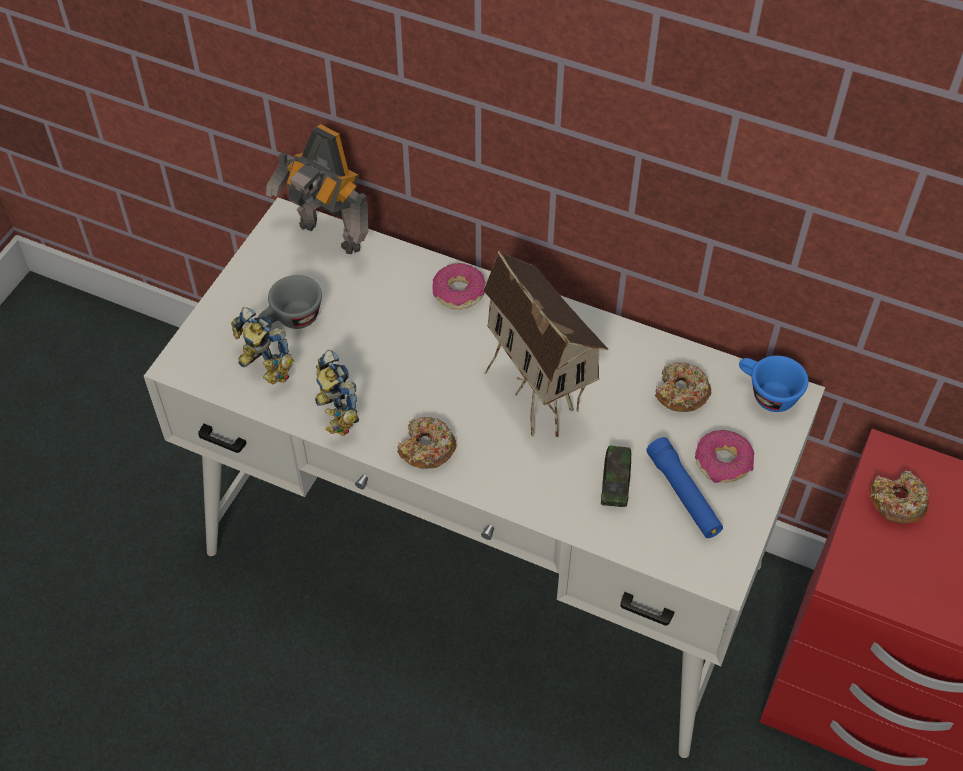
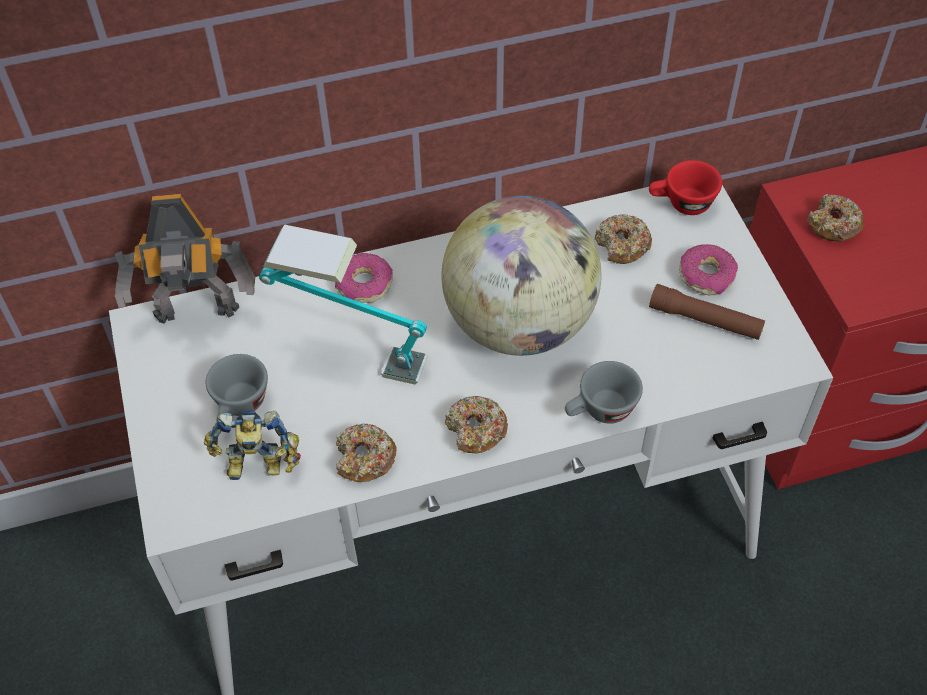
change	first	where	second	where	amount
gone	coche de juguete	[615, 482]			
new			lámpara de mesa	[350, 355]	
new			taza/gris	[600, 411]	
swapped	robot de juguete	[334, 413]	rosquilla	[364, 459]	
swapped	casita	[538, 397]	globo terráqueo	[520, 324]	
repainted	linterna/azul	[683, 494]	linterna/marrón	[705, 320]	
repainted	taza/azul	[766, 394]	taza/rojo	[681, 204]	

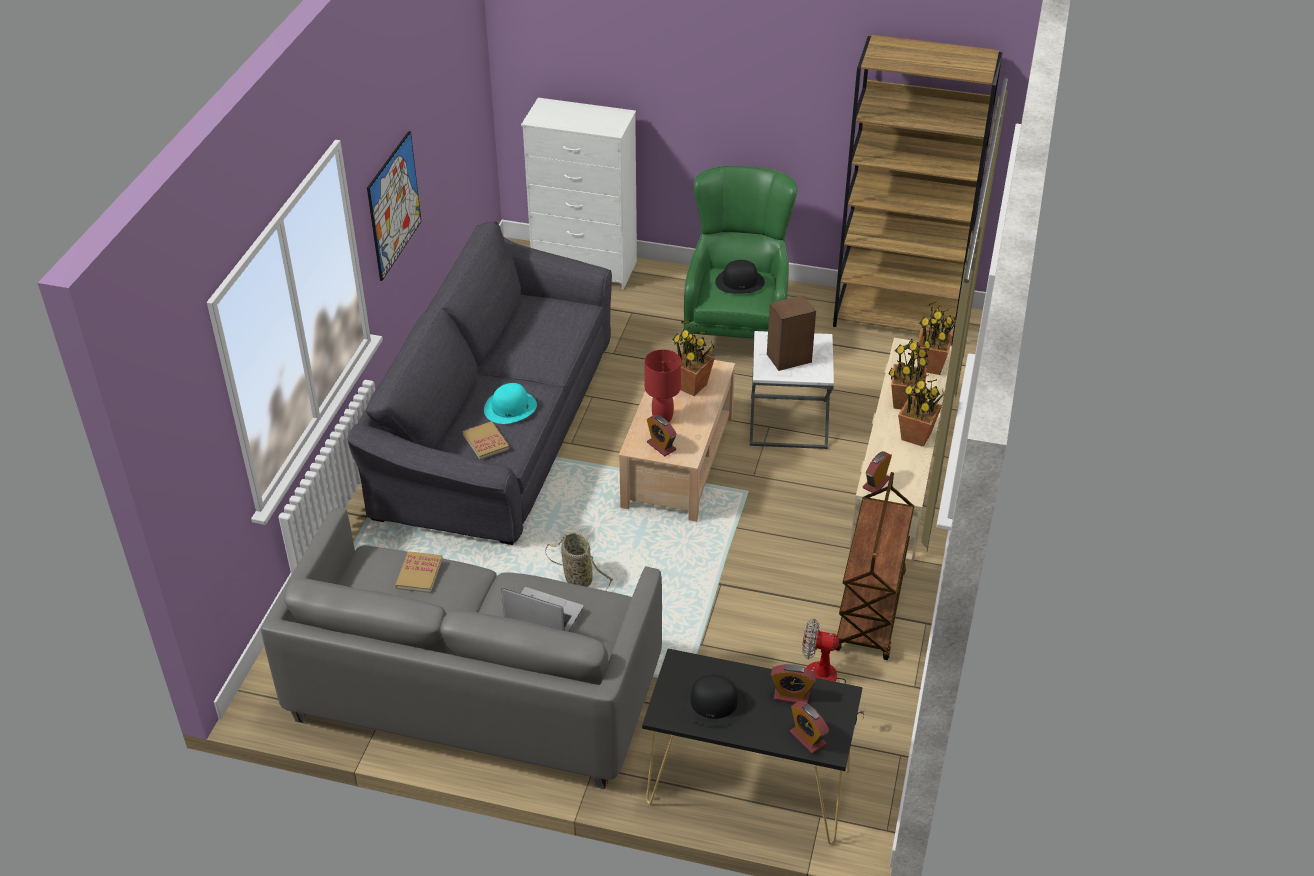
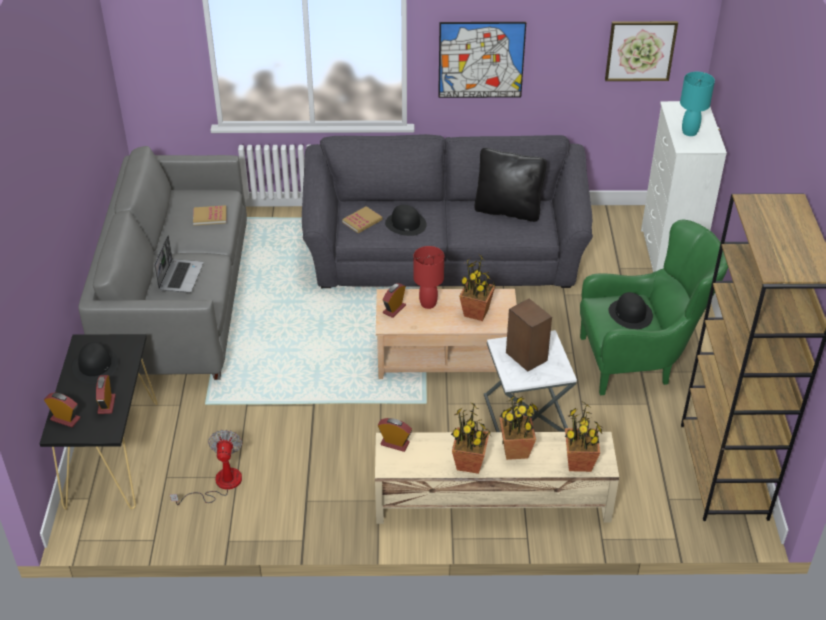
change	first	where	second	where	amount
gone	cesta	[576, 578]			
gone	carrito/marrón	[871, 612]			
new			cojín/negro	[508, 210]	
new			cuadro	[640, 50]	
new			lámpara de mesa/turquesa	[689, 132]	
repainted	sombrero/turquesa	[510, 407]	sombrero/negro	[405, 224]	
rotated	despertador	[807, 738]		[65, 419]	75 degrees clockwise

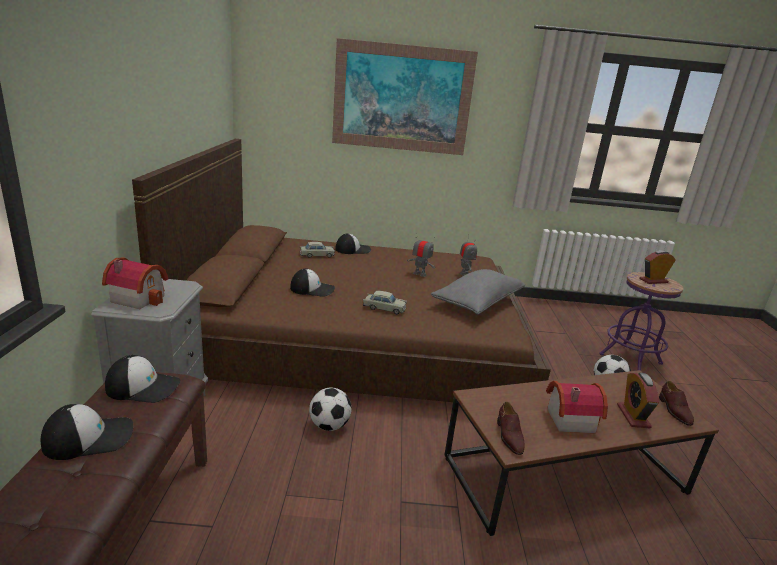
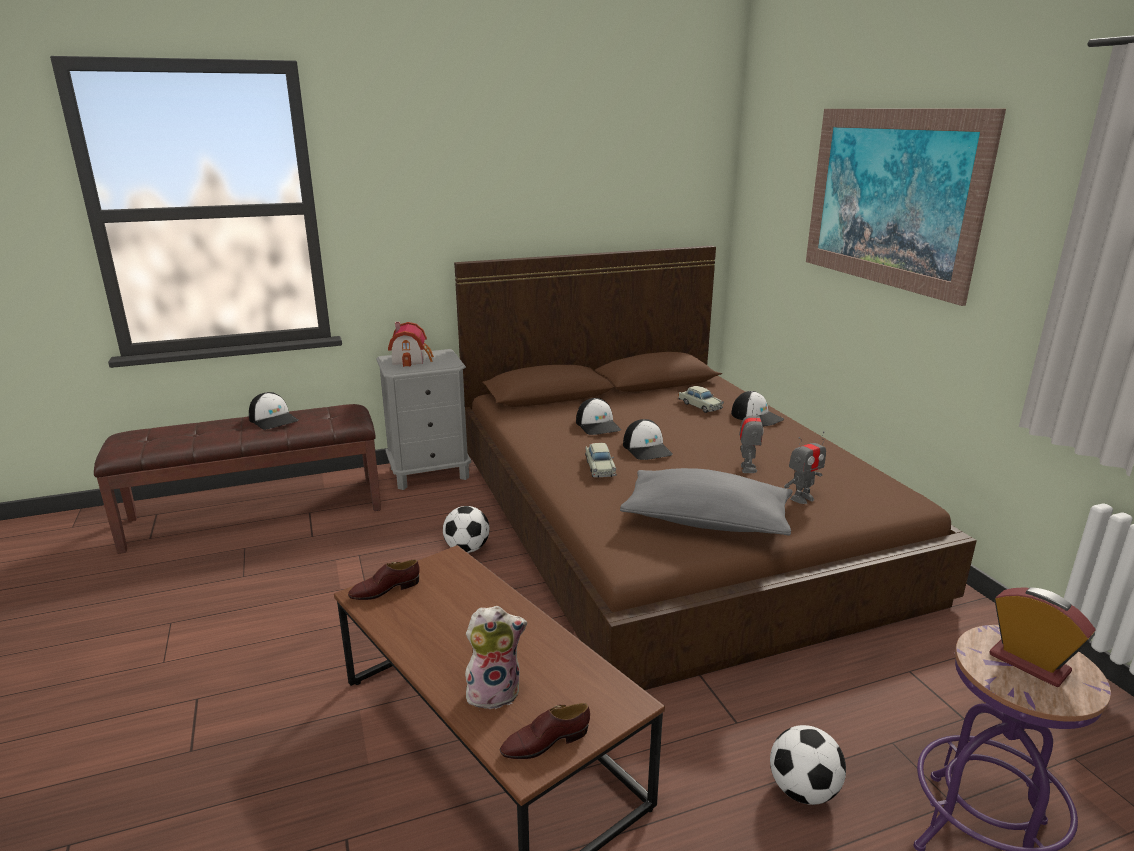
change	first	where	second	where	amount
gone	casita	[568, 418]			
shifted	gorra	[143, 387]		[647, 449]	
swapped	despertador	[633, 416]	peluche	[494, 692]	

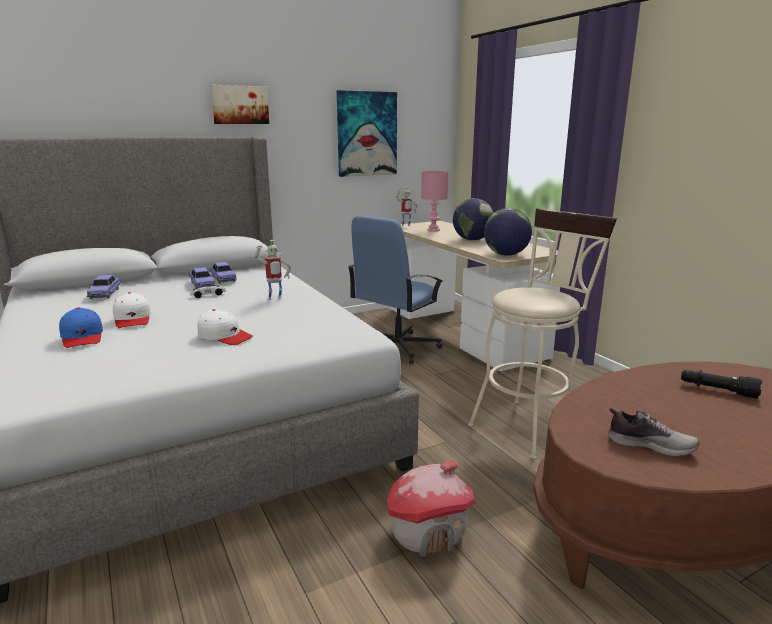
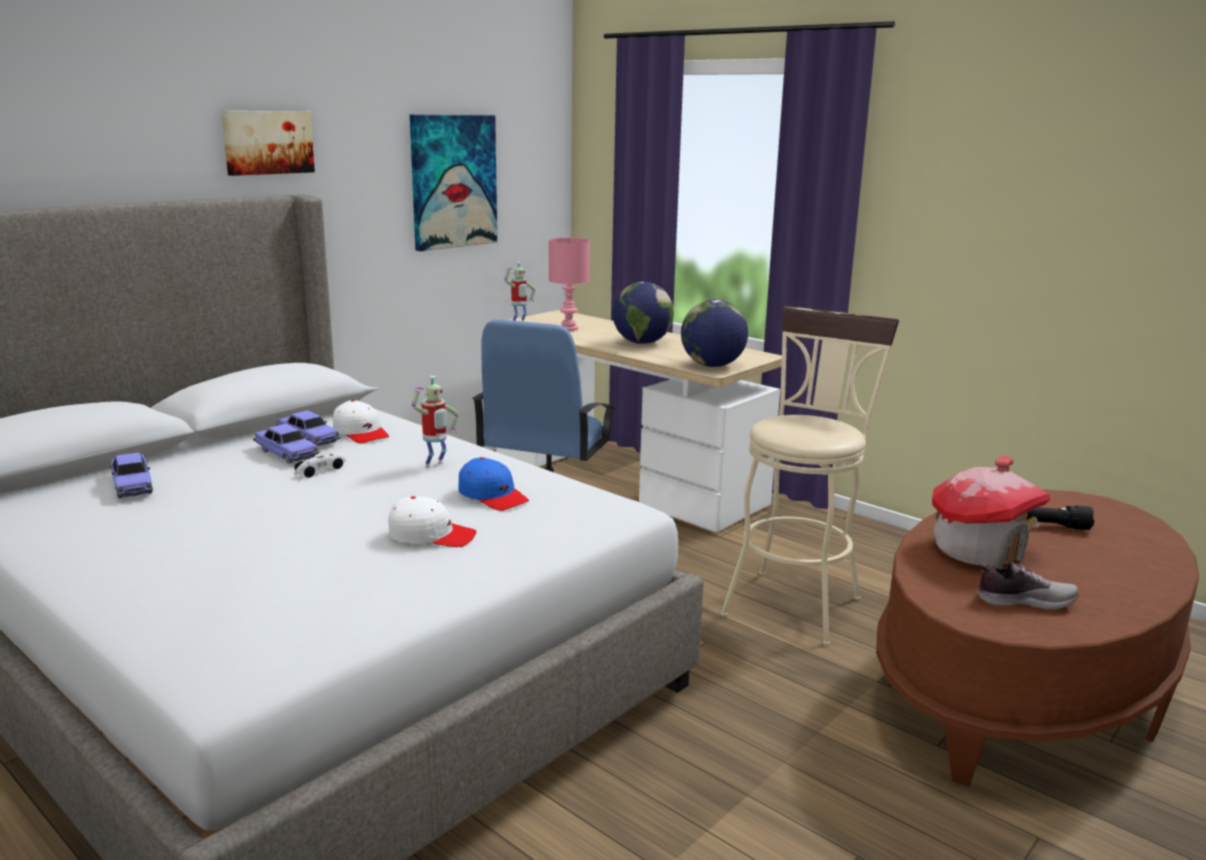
change	first	where	second	where	amount
shifted	gorra/azul	[82, 337]		[493, 496]	
shifted	gorra/blanco	[133, 319]		[361, 433]	
shifted	casita	[428, 532]		[979, 550]	

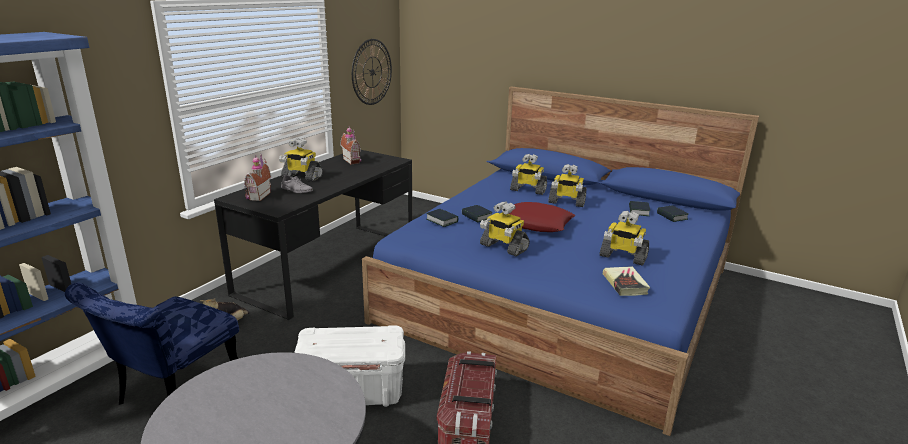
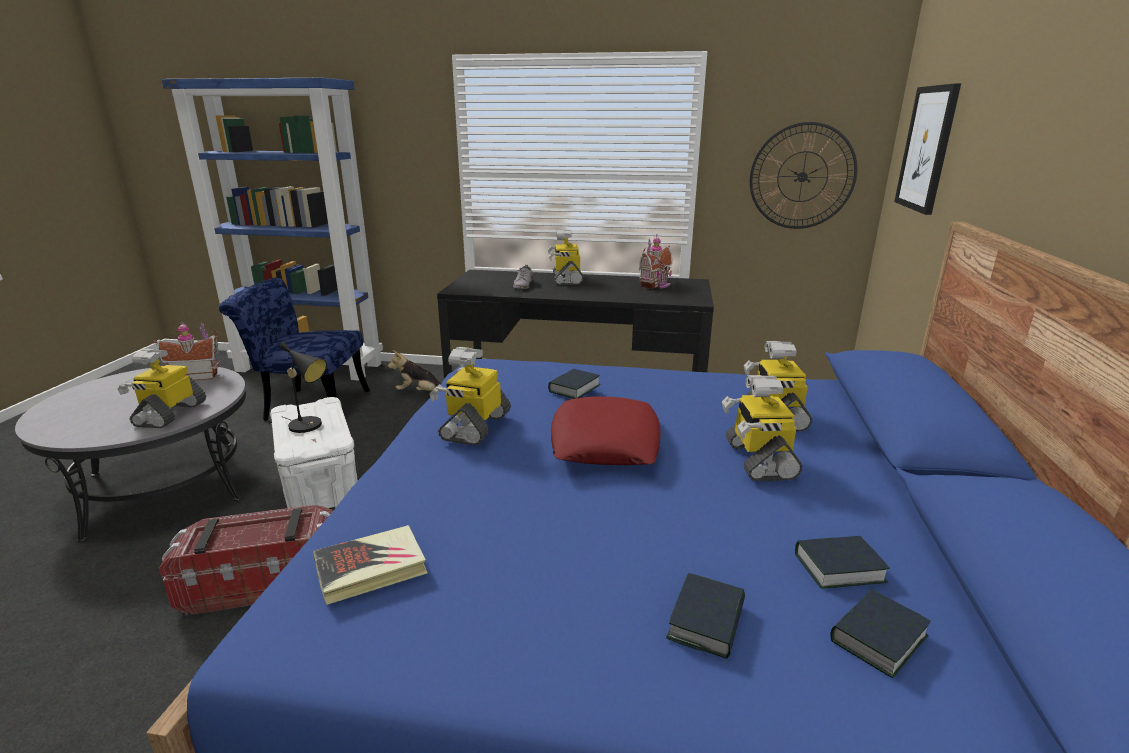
change	first	where	second	where	amount
new			lámpara de mesa/negro	[309, 426]	
new			cuadro	[927, 149]	
shifted	casita	[257, 196]		[197, 376]	
shifted	libro	[442, 220]		[706, 621]	
shifted	robot de juguete	[622, 257]		[170, 414]	

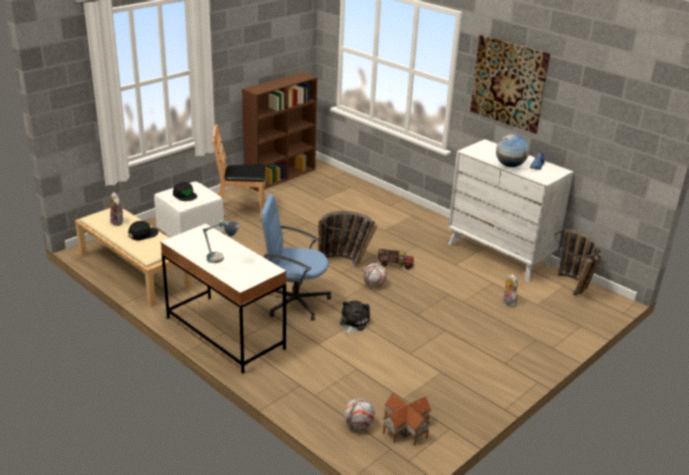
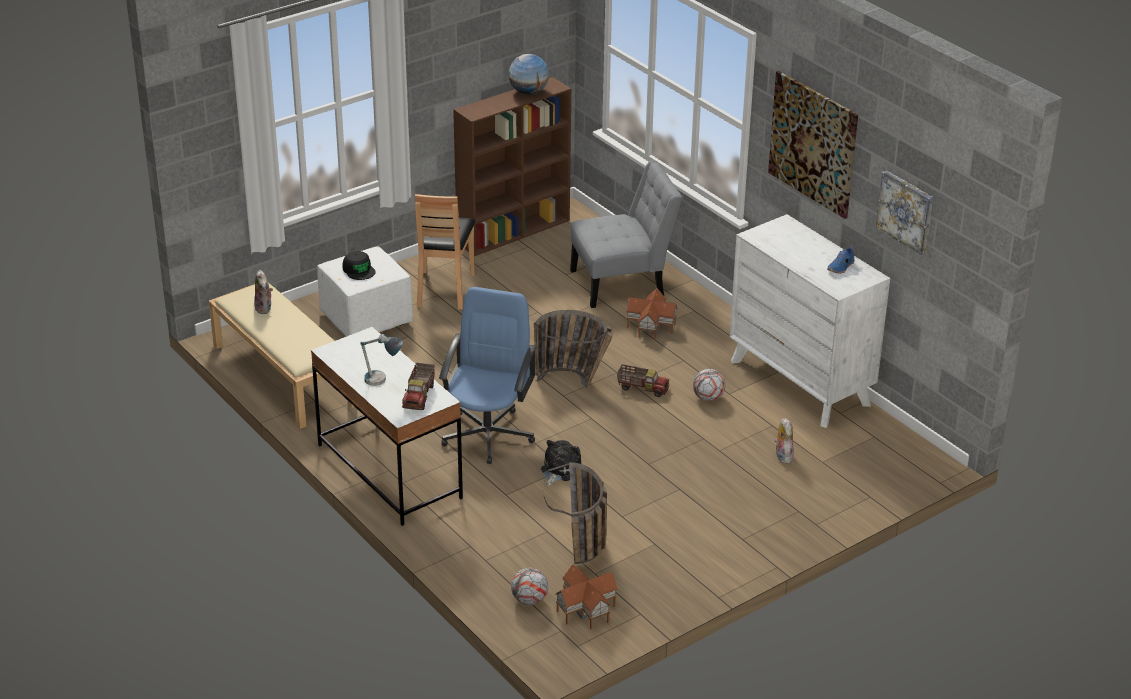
change	first	where	second	where	amount
gone	gorra/negro	[143, 234]			
new			camión de juguete	[419, 396]	
new			silla/gris	[623, 283]	
new			casita	[652, 326]	
new			cuadro	[905, 211]	
shifted	balón de fútbol	[374, 285]		[708, 398]	
shifted	globo terráqueo	[510, 165]		[528, 92]	
shifted	cesta	[574, 289]		[583, 554]	
rotated	silla/marrón	[242, 211]		[444, 289]	90 degrees counterclockwise
rotated	silla de oficina/azul	[294, 301]		[488, 434]	90 degrees clockwise

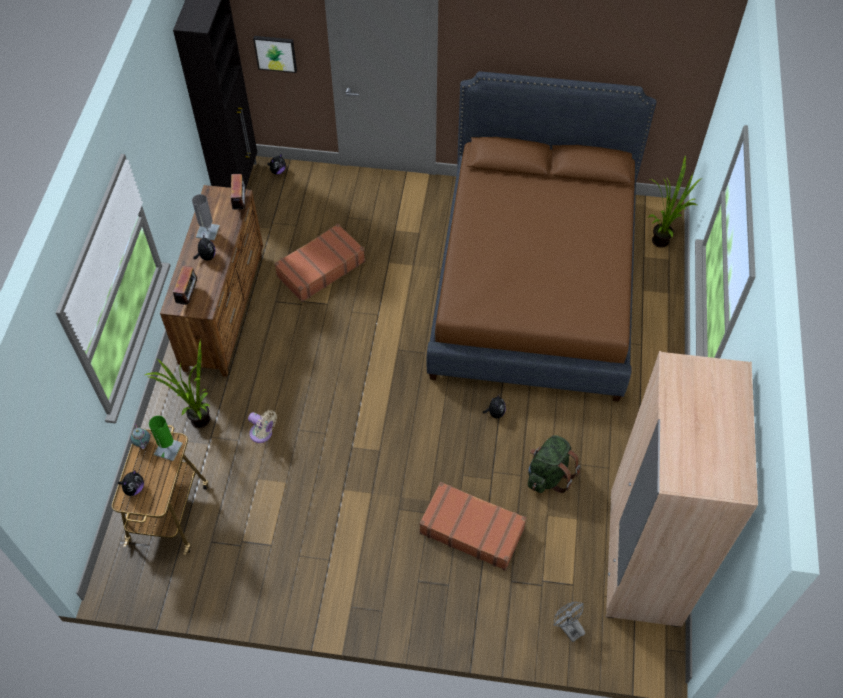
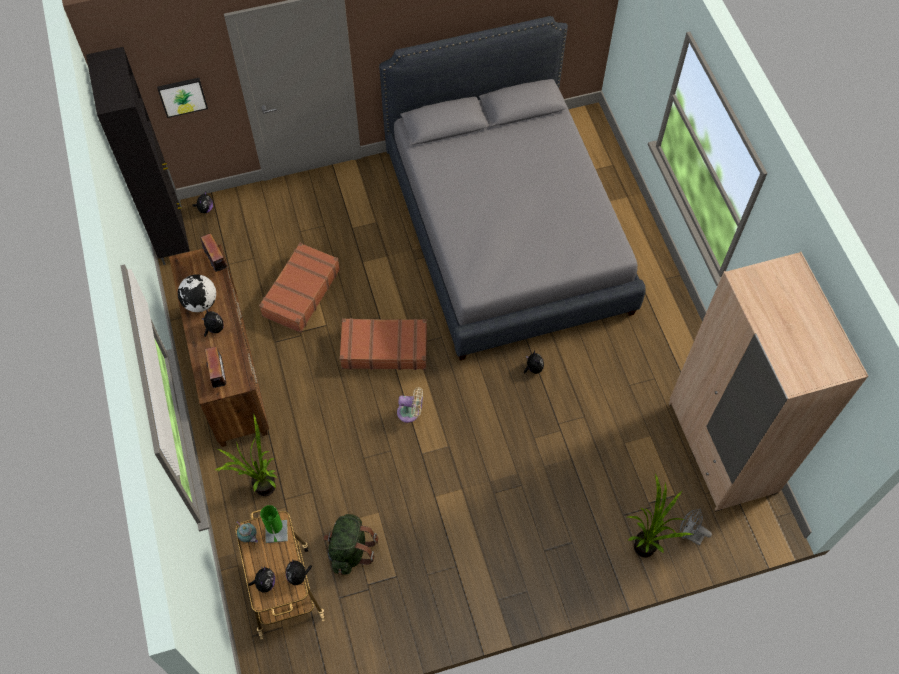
change	first	where	second	where	amount
new			peluche	[298, 576]	
shifted	ventilador/beis	[263, 434]		[410, 412]	
shifted	maleta/marrón	[472, 529]		[384, 348]	
shifted	mochila/verde	[548, 475]		[350, 550]	
shifted	planta en maceta	[663, 239]		[645, 543]	
swapped	lámpara de mesa/gris	[207, 231]	globo terráqueo	[200, 303]	
repainted	cama/marrón	[534, 284]	cama/gris	[507, 232]	

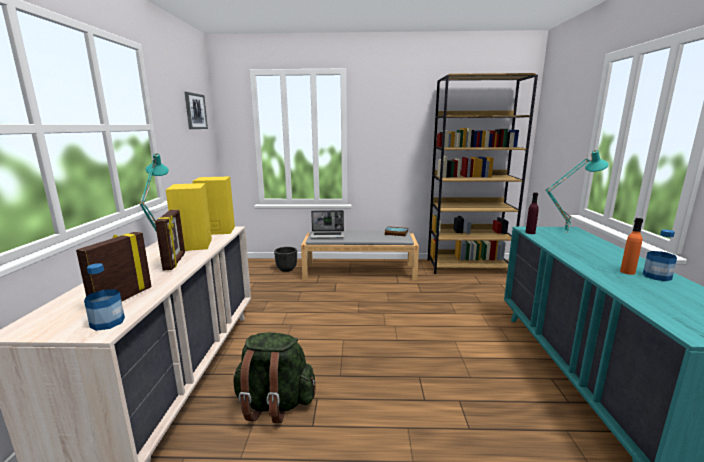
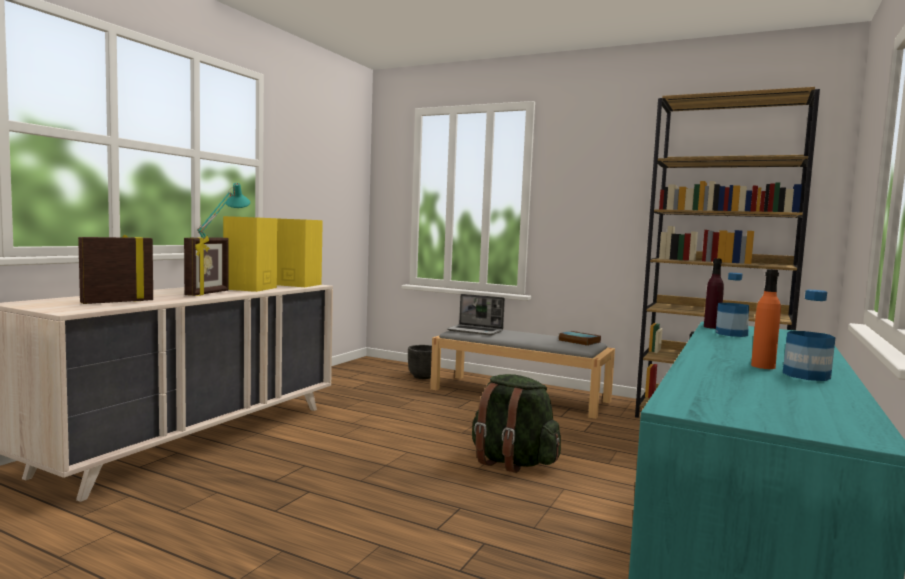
change	first	where	second	where	amount
gone	cuadro	[195, 111]			
gone	lámpara de mesa/turquesa	[566, 232]			
shifted	botella	[107, 322]		[731, 334]	
shifted	mochila/verde	[274, 404]		[512, 462]	

